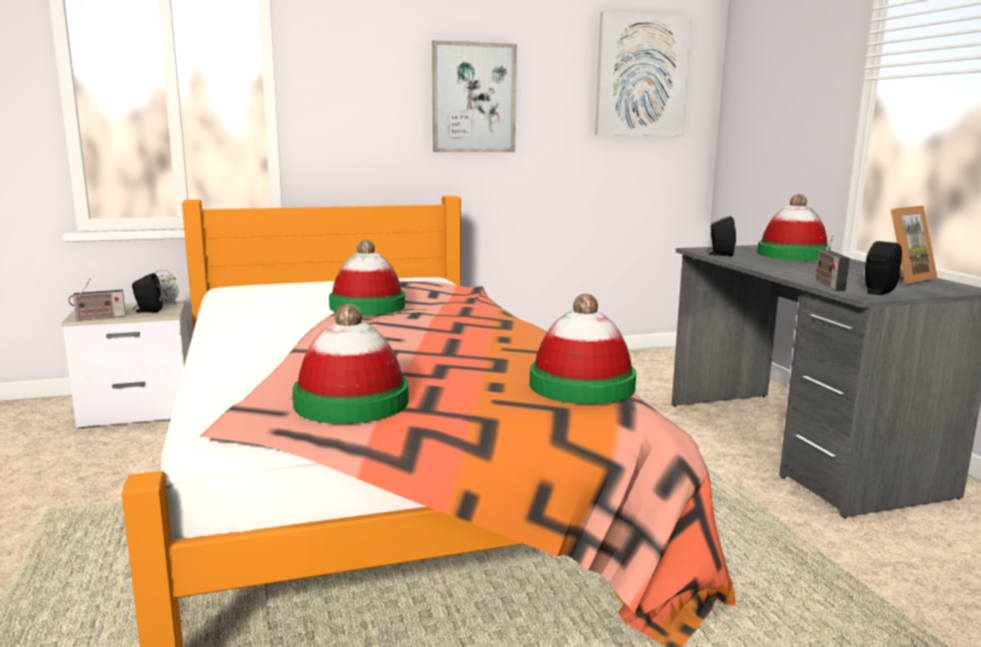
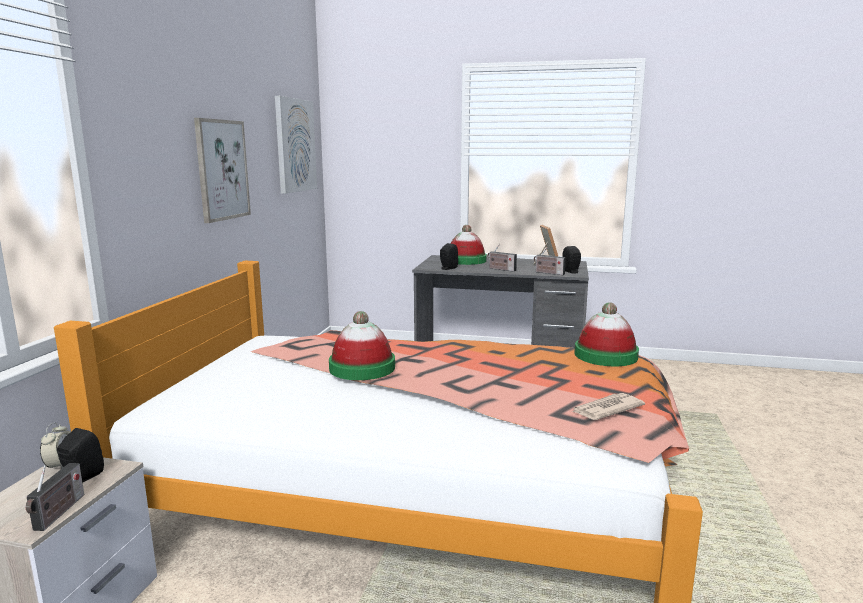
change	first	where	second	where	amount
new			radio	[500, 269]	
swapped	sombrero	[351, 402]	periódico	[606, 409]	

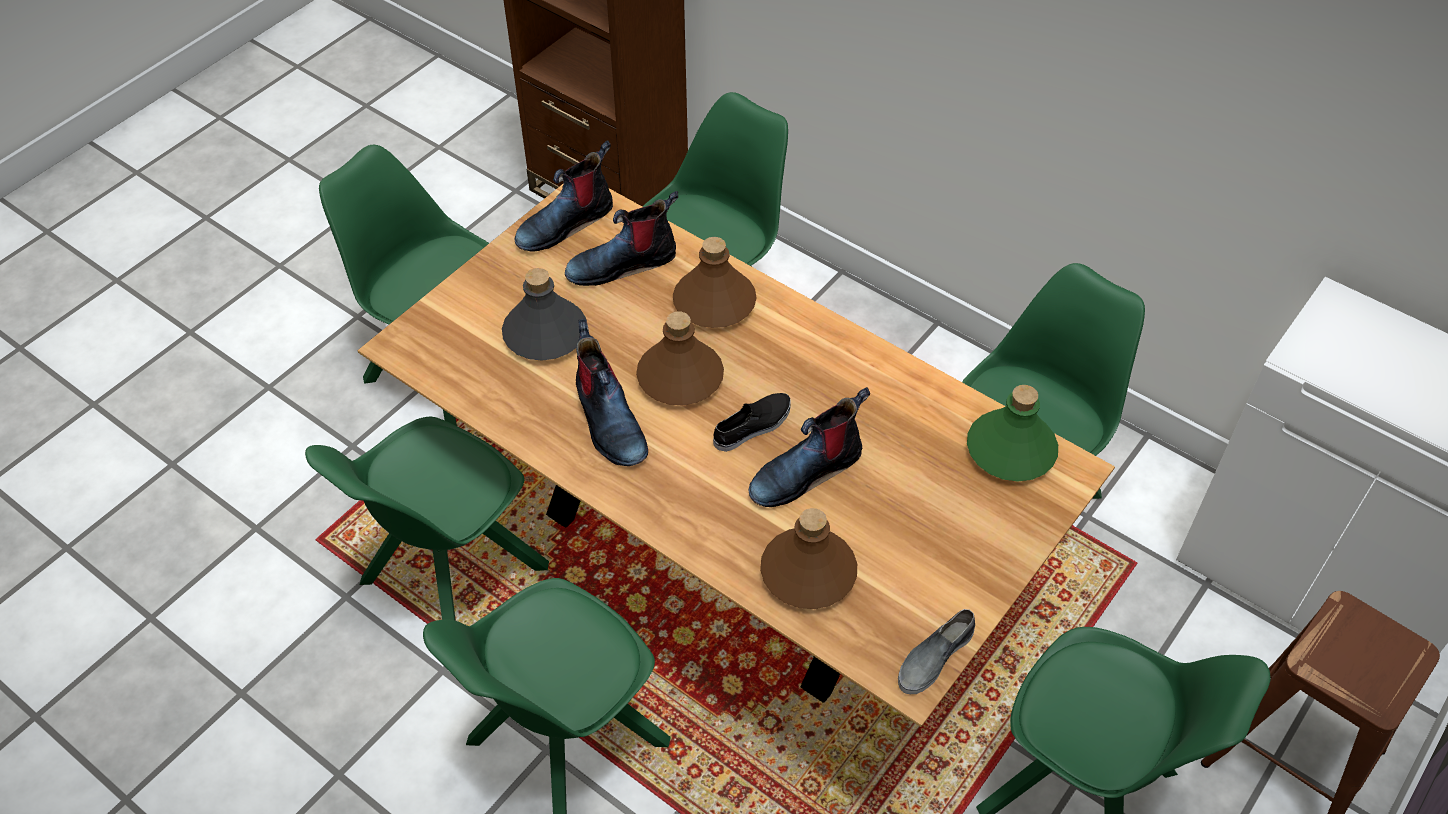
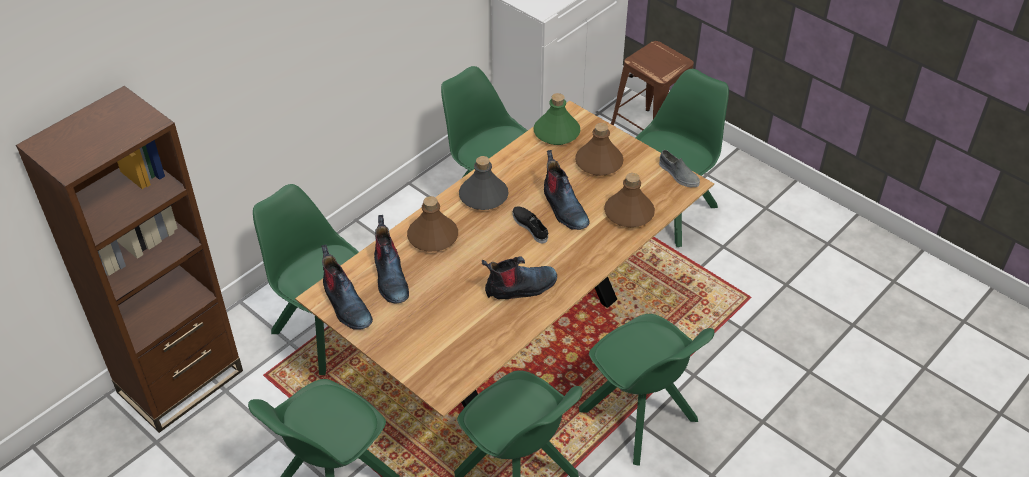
change	first	where	second	where	amount
shifted	botella/gris	[546, 334]		[483, 196]	
shifted	botella/marrón	[679, 377]		[598, 163]	

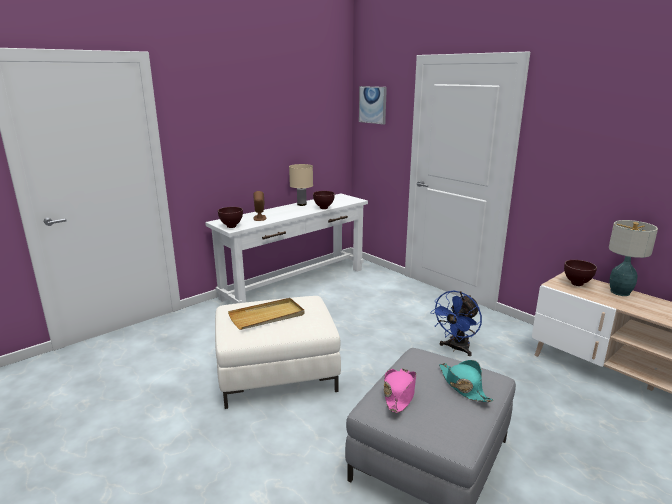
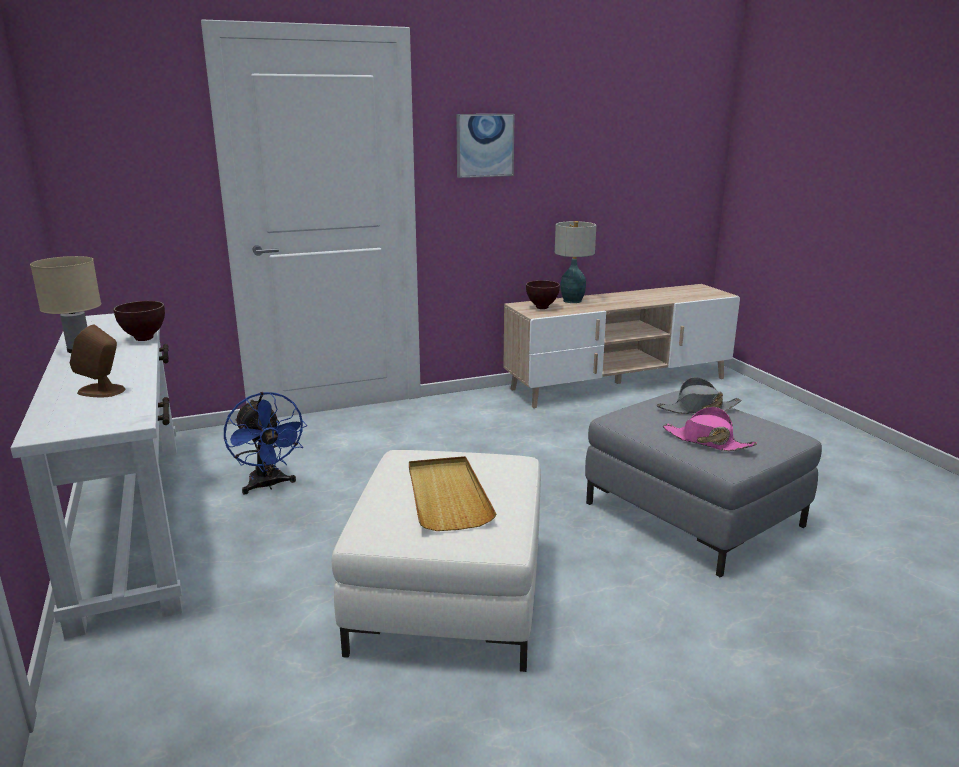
change	first	where	second	where	amount
gone	cuenco/marrón	[232, 227]			
shifted	cuadro	[373, 105]		[484, 145]	
shifted	ventilador/azul	[456, 349]		[268, 485]	
repainted	sombrero/turquesa	[463, 386]	sombrero/gris	[698, 409]	

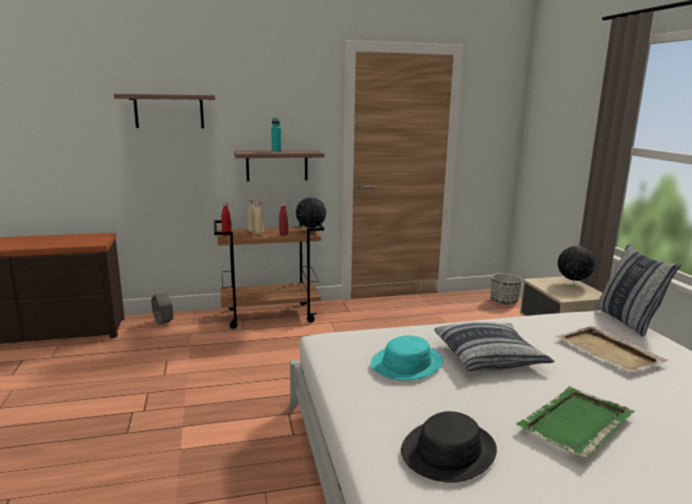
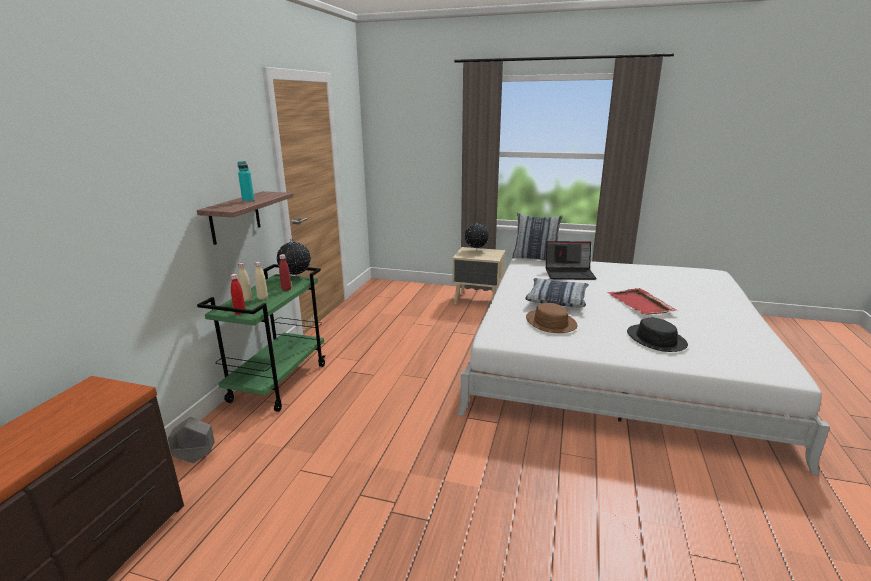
change	first	where	second	where	amount
gone	estante	[169, 111]			
gone	maceta	[503, 301]			
swapped	bandeja/beis	[609, 352]	portátil	[570, 273]	
repainted	carrito/marrón	[271, 315]	carrito/verde	[278, 382]	
repainted	sombrero/turquesa	[406, 363]	sombrero/marrón	[550, 322]	
repainted	bandeja/verde	[574, 423]	bandeja/rojo	[640, 304]	

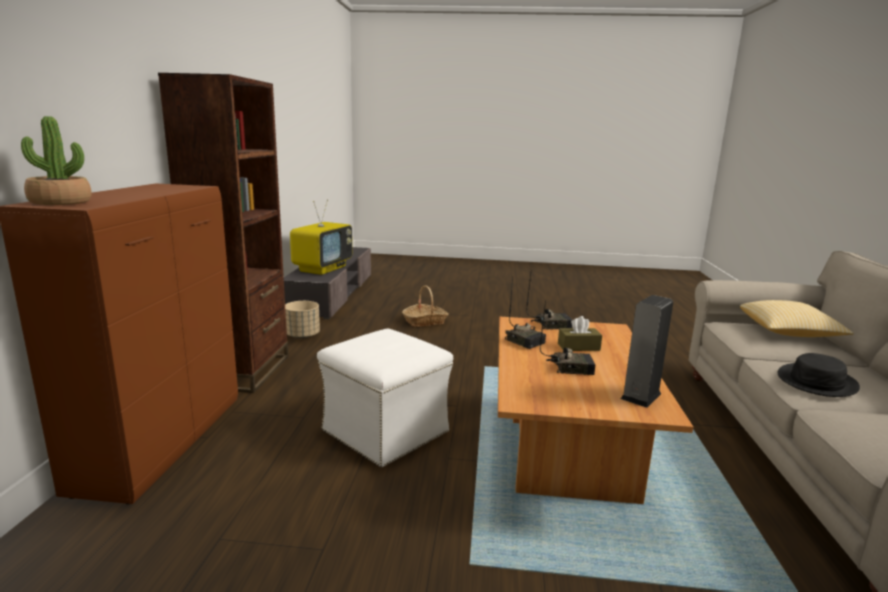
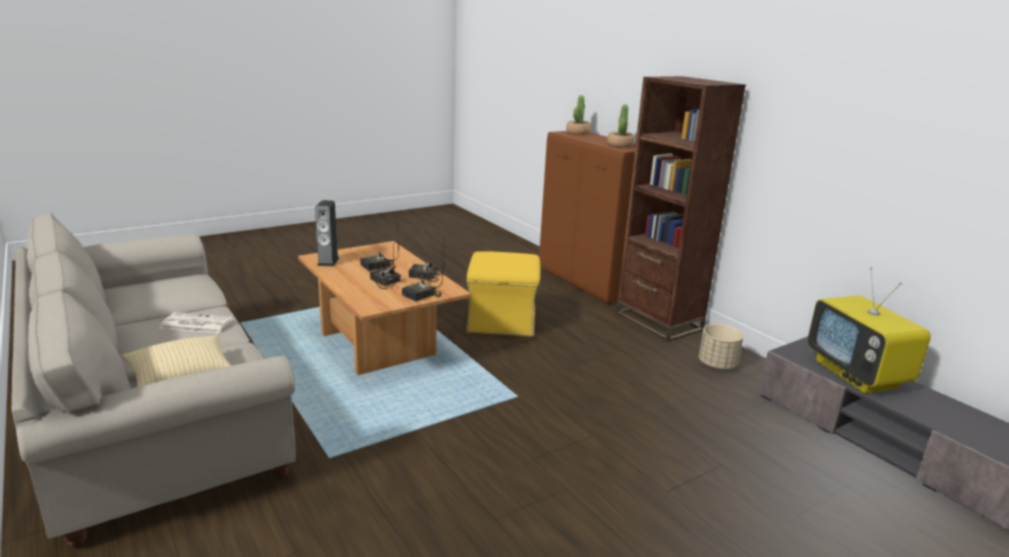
change	first	where	second	where	amount
gone	cesta	[425, 322]			
new			planta en maceta	[620, 145]	
swapped	caja de pañuelos/marrón	[578, 347]	radio	[384, 282]	
swapped	sombrero/negro	[817, 381]	periódico	[195, 324]	
repainted	puf/blanco	[384, 431]	puf/amarillo	[502, 321]	

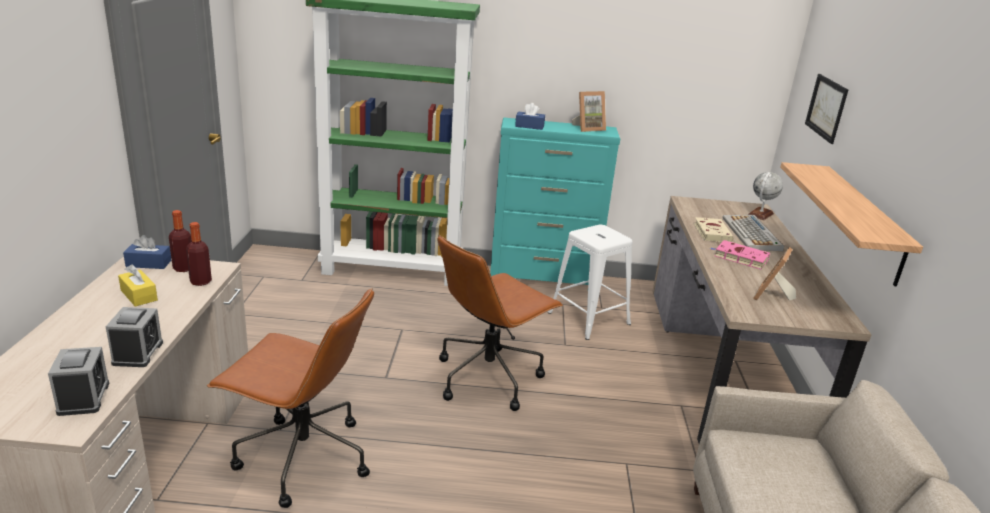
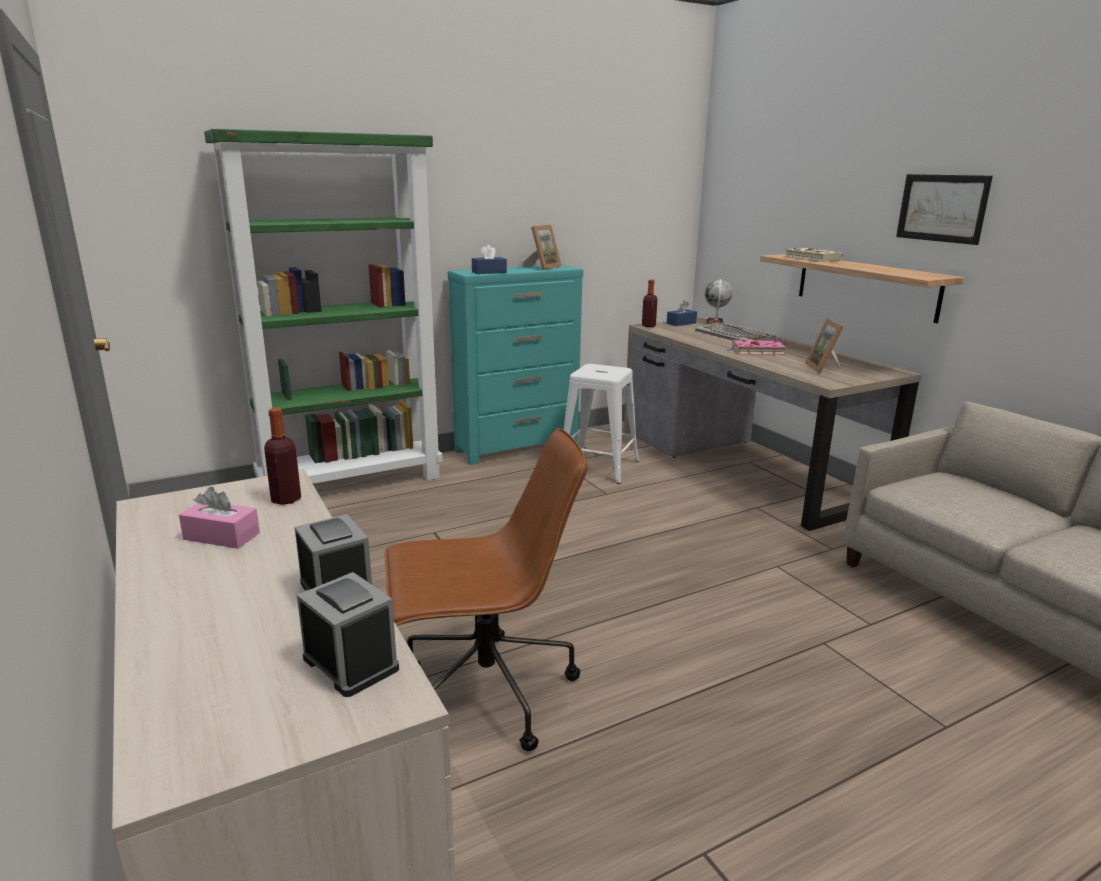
change	first	where	second	where	amount
gone	silla de oficina/marrón	[489, 377]			
shifted	caja de pañuelos/azul	[148, 263]		[681, 323]	
shifted	botella	[183, 268]		[648, 326]	
shifted	libro/beis	[711, 232]		[811, 258]	
shifted	cuadro	[826, 107]		[942, 208]	
repainted	caja de pañuelos/amarillo	[139, 295]	caja de pañuelos/rosa	[222, 536]	

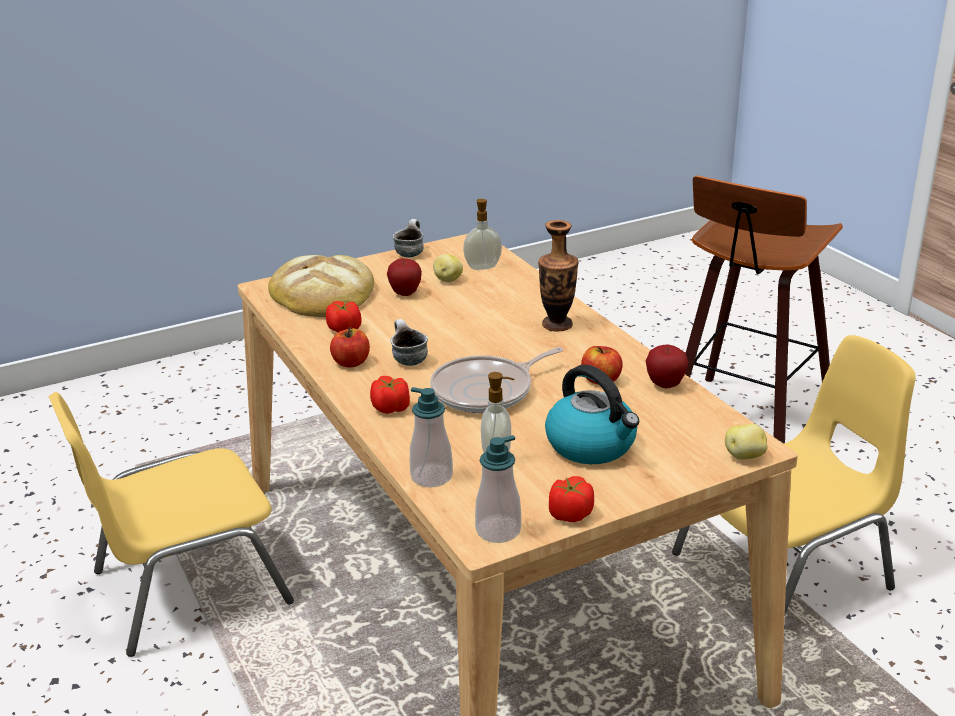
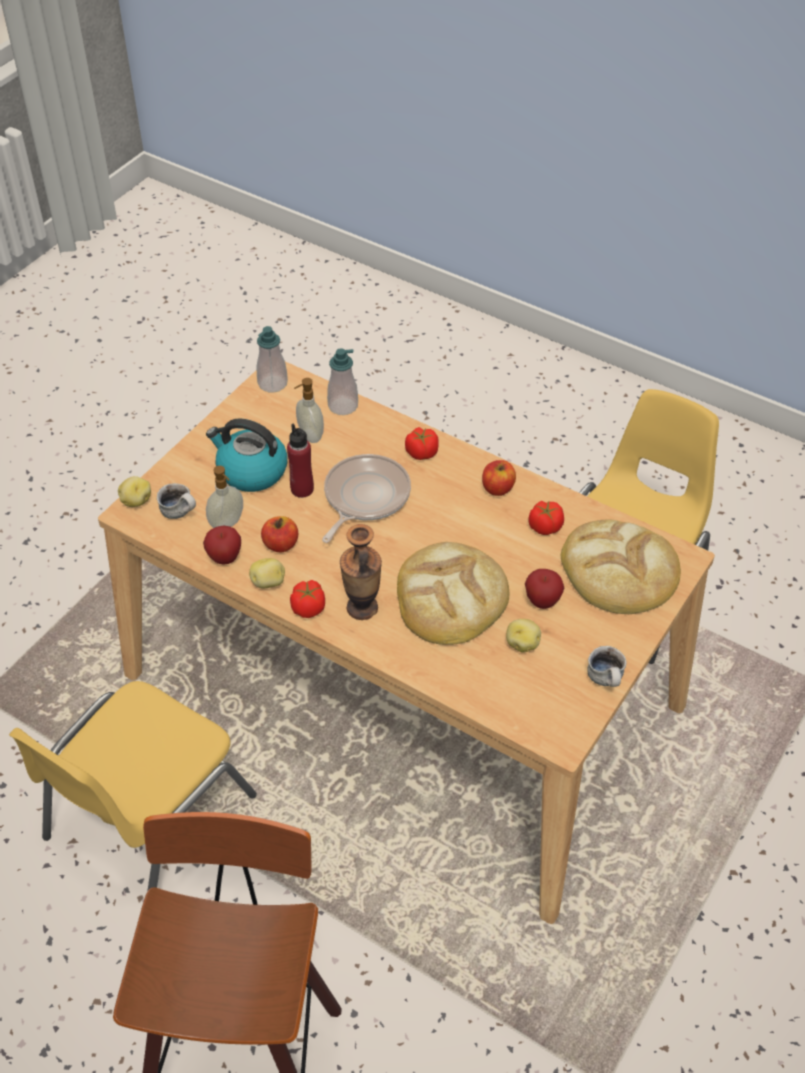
change	first	where	second	where	amount
new			patata	[269, 582]	
new			botella/rojo	[302, 489]	
new			pan	[451, 597]	
shifted	taza grande	[407, 360]		[181, 513]	
shifted	dispensador de jabón	[482, 267]		[227, 524]	
shifted	tomate	[570, 514]		[308, 608]	

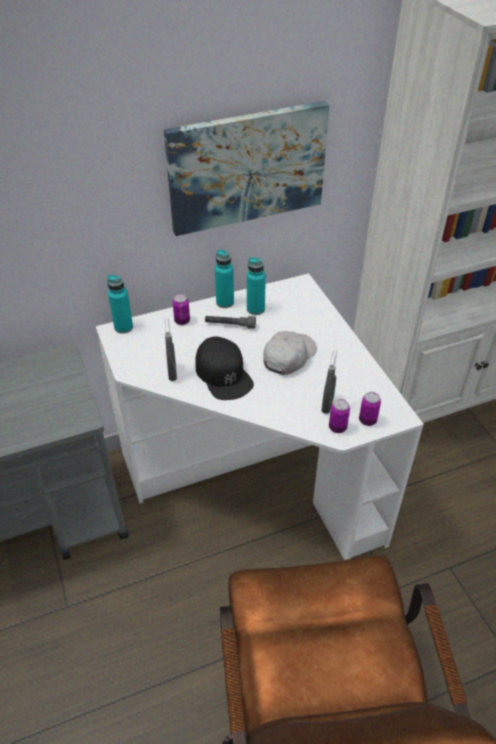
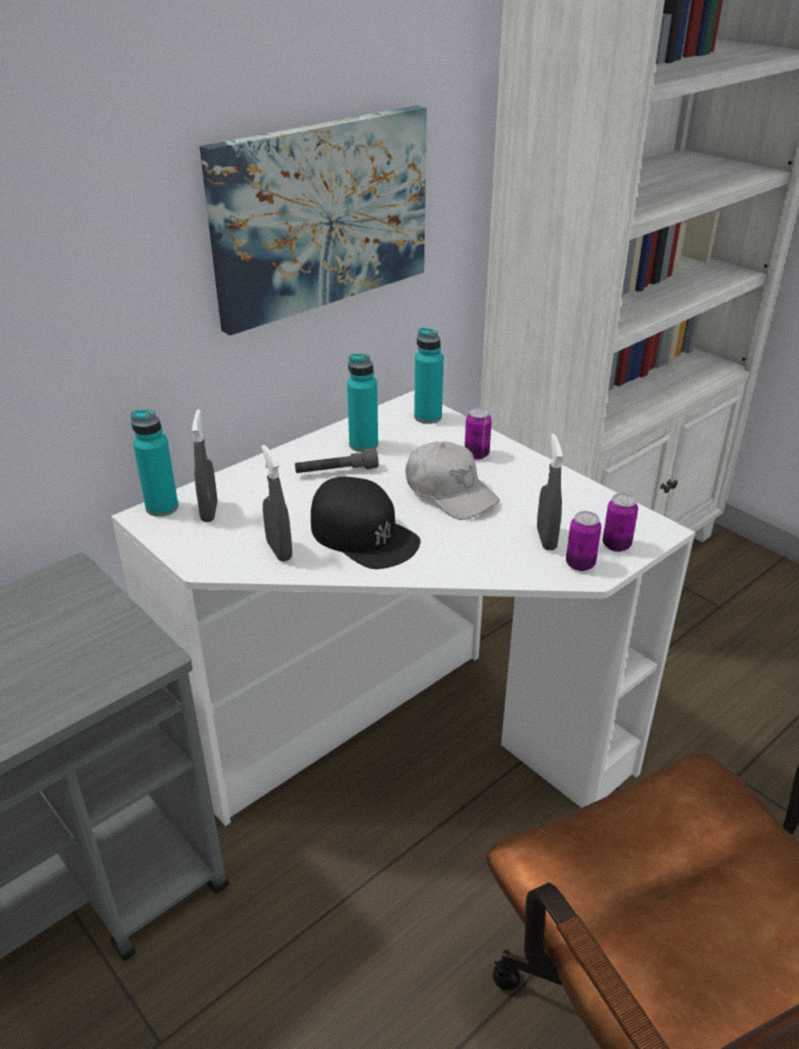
change	first	where	second	where	amount
new			pulverizador/gris	[209, 512]	
shifted	lata	[182, 321]		[476, 454]	
shifted	botella/turquesa	[225, 302]		[428, 417]	
rotated	gorra/blanco	[288, 357]		[450, 492]	120 degrees clockwise

